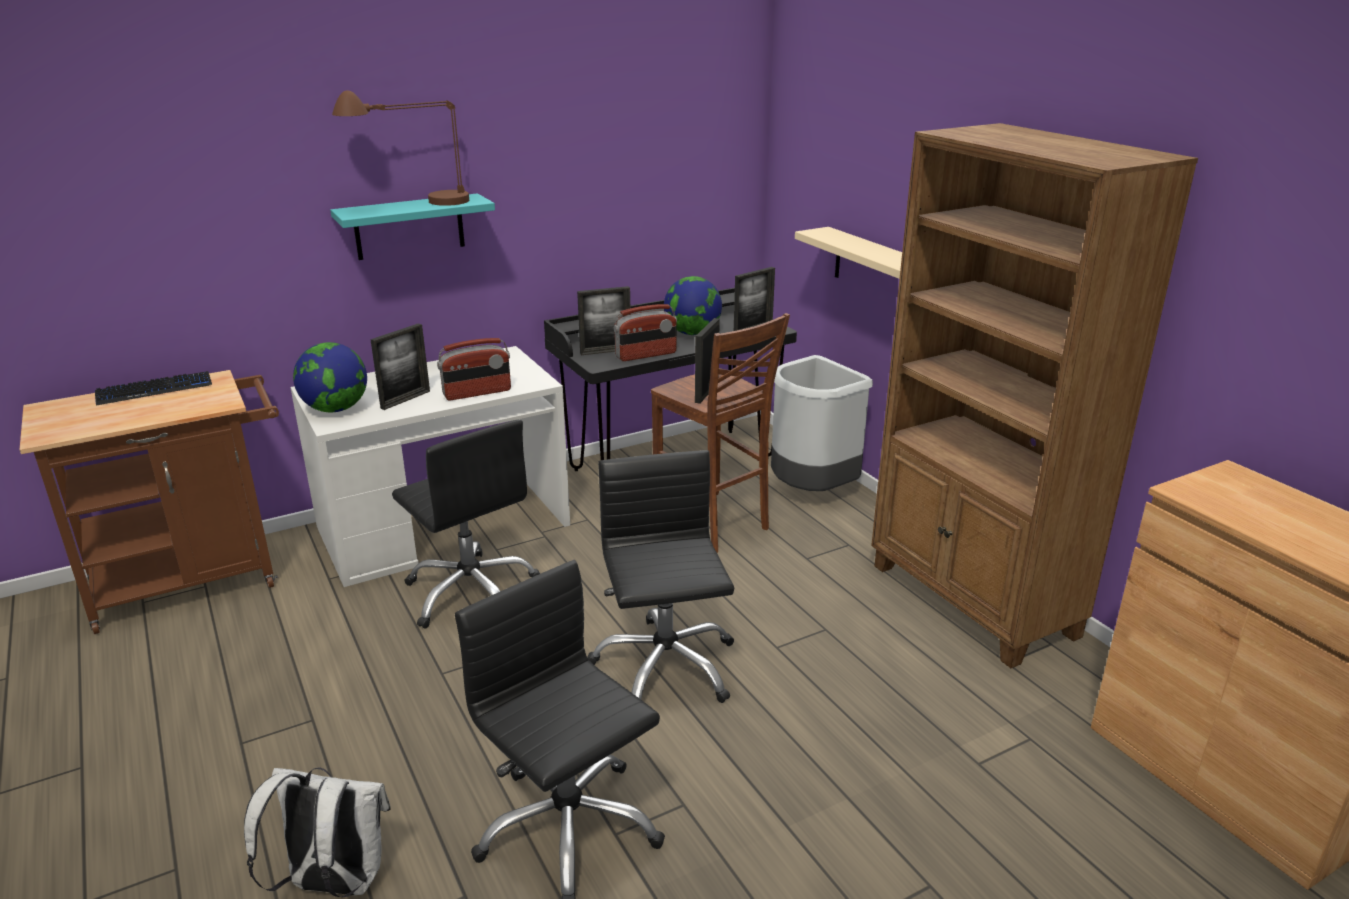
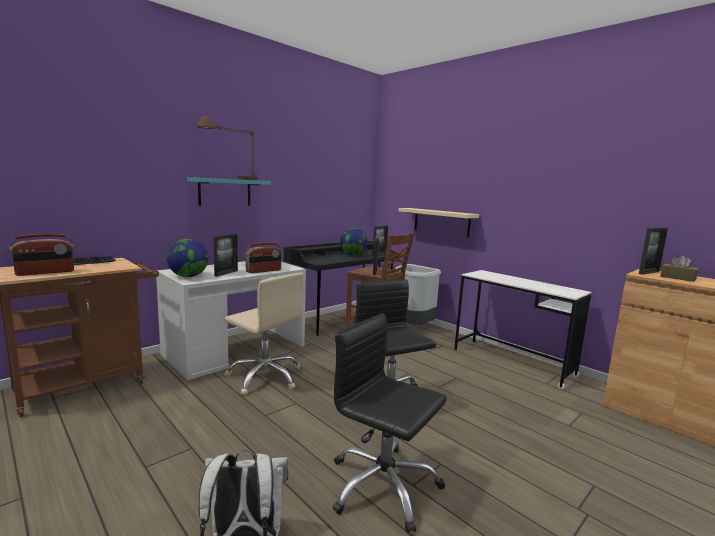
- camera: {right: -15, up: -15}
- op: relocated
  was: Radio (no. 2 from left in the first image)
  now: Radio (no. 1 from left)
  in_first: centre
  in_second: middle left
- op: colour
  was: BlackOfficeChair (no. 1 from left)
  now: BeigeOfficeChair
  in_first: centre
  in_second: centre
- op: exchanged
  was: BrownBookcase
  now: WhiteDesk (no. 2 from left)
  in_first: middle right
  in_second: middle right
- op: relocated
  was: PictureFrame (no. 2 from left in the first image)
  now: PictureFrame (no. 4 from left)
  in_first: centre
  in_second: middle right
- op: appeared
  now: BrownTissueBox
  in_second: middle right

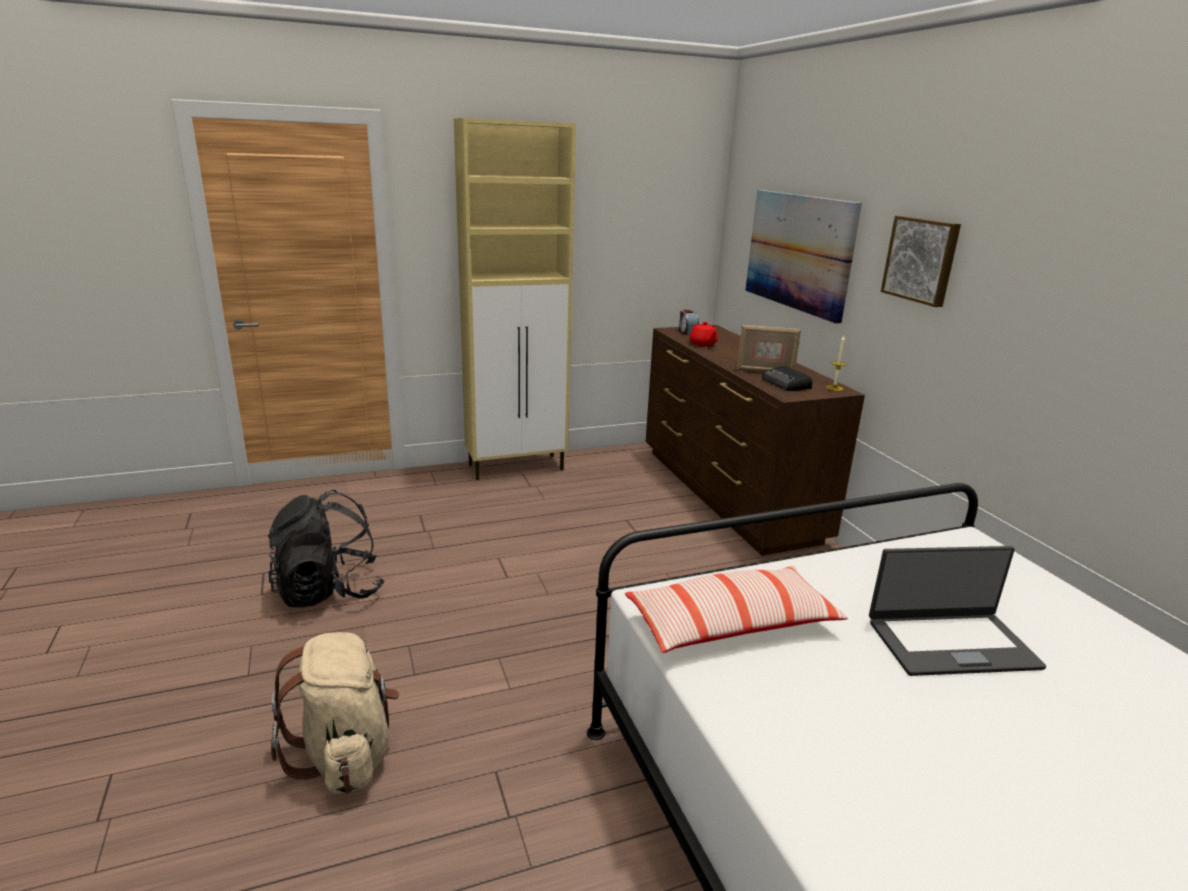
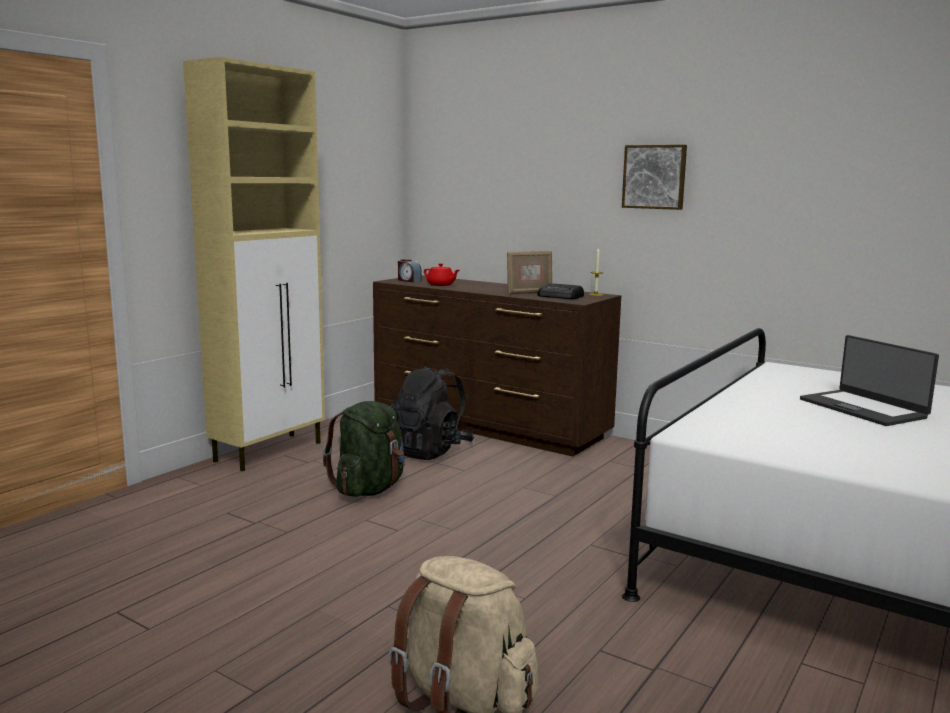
- camera: {right: -35, up: -10}
- op: appeared
  now: GreenBackpack
  in_second: centre
- op: relocated
  was: BlackBackpack
  in_first: middle left
  in_second: centre
- op: spun
  was: Laptop
  in_first: bottom right
  in_second: middle right
  clockwise: 105
- op: missing
  was: Pillow
  in_first: bottom centre
- op: missing
  was: Picture (no. 1 from left)
  in_first: top right

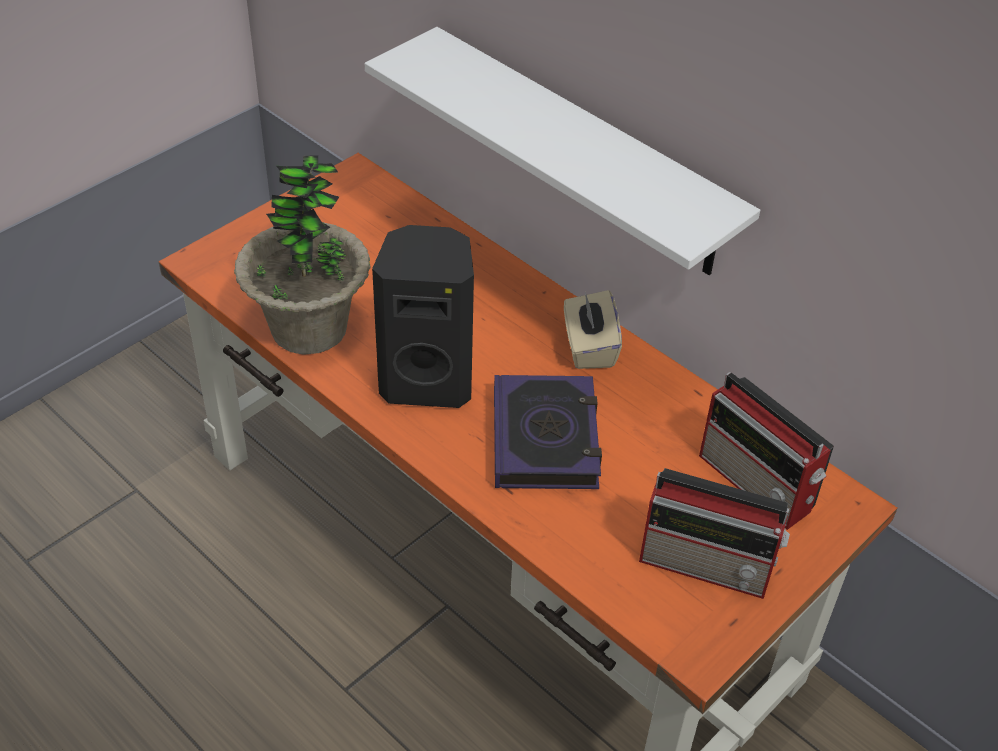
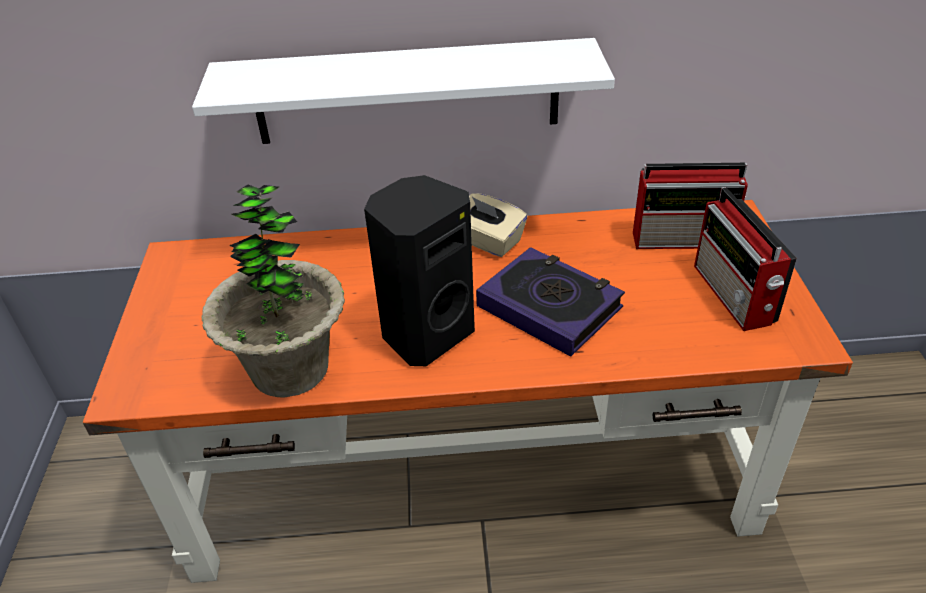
- camera: {right: -45, up: -5}
- op: spun
  was: Radio (no. 1 from left in the first image)
  in_first: bottom right
  in_second: middle right
  clockwise: 105

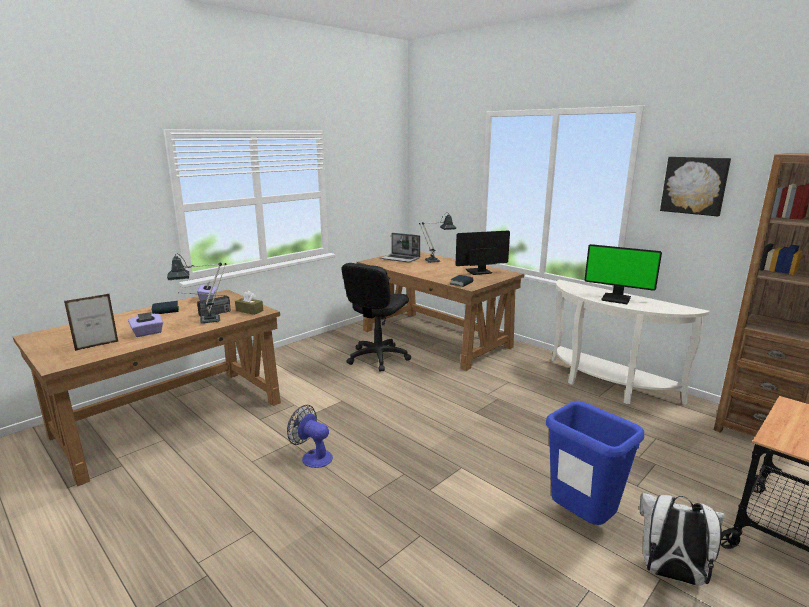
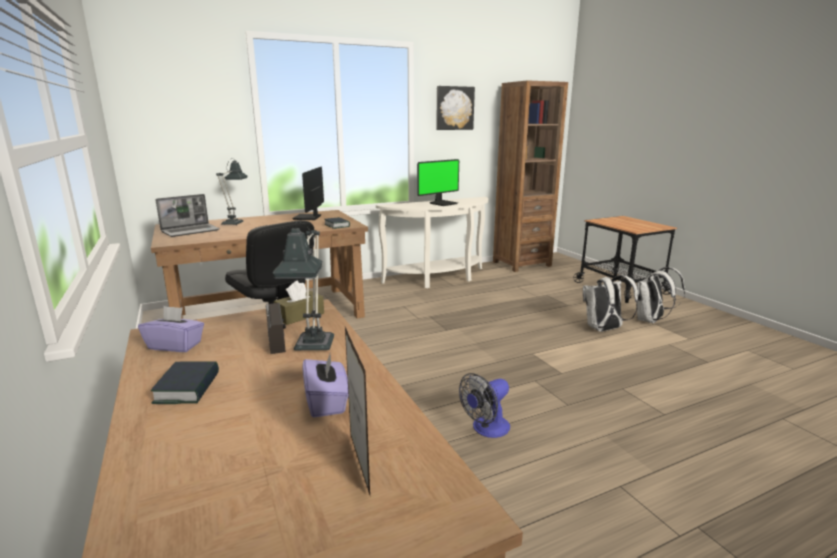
- camera: {right: -70, up: 0}
- op: exchanged
  was: BlueTrashCan
  now: WhiteBackpack (no. 1 from left)
  in_first: bottom right
  in_second: middle right

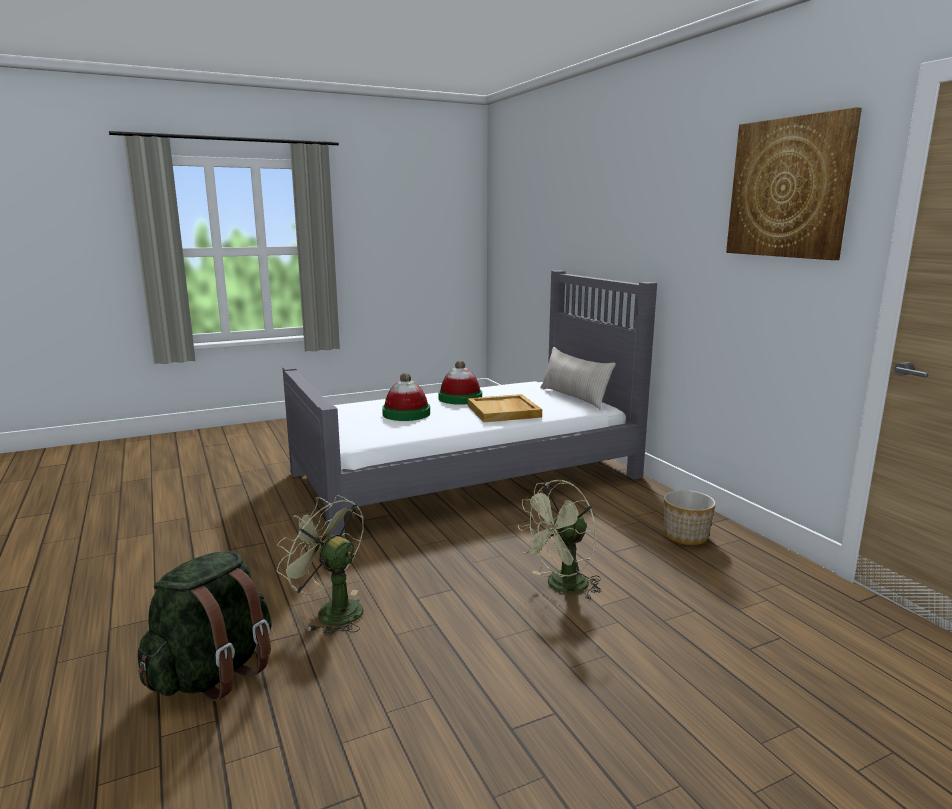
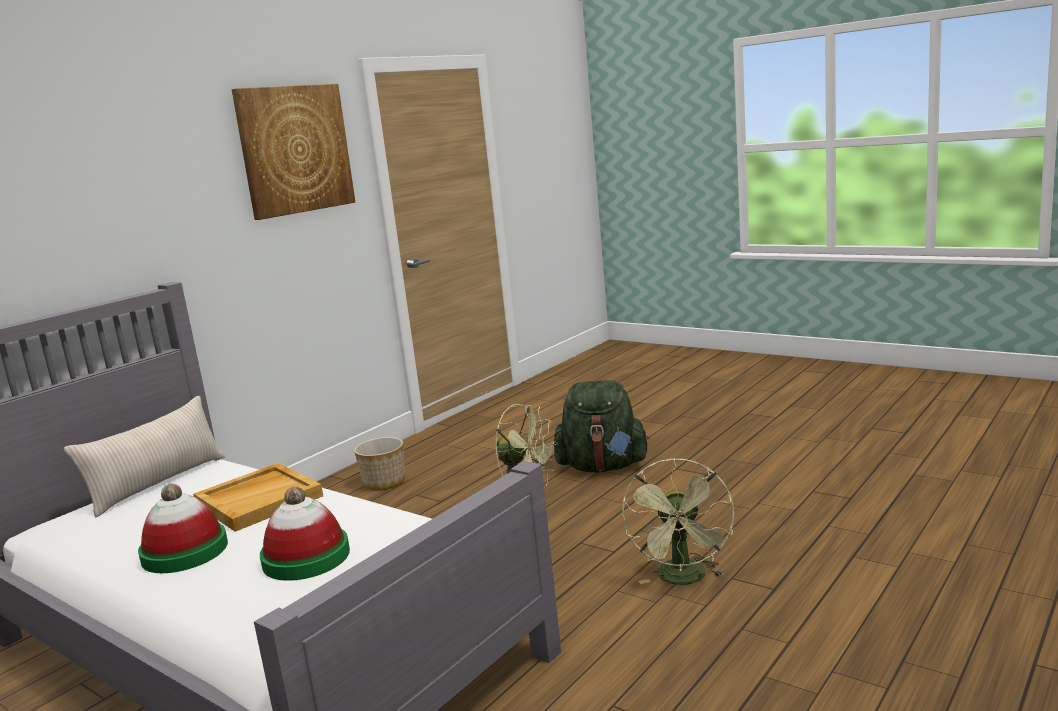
- camera: {right: -115, up: 0}
- op: relocated
  was: GreenBackpack
  in_first: bottom left
  in_second: centre

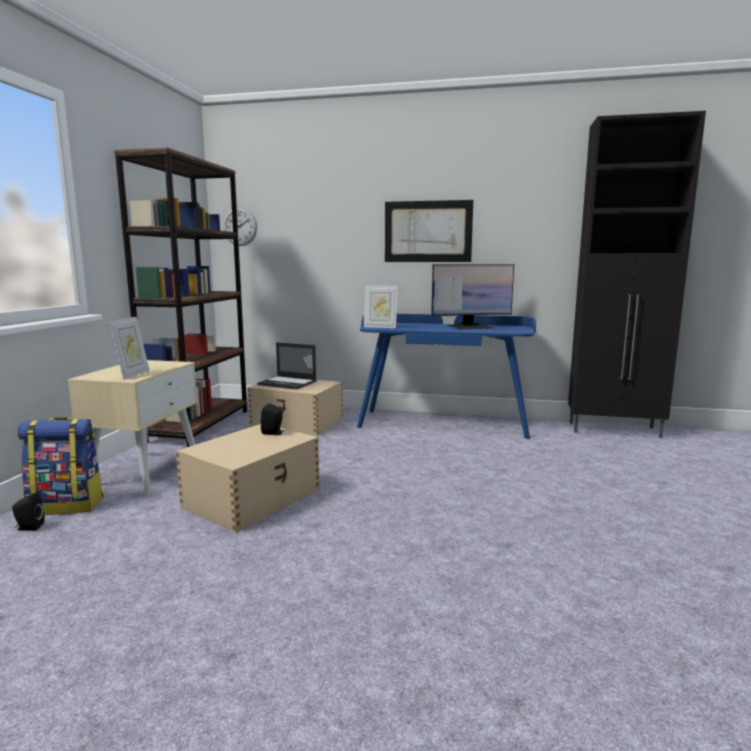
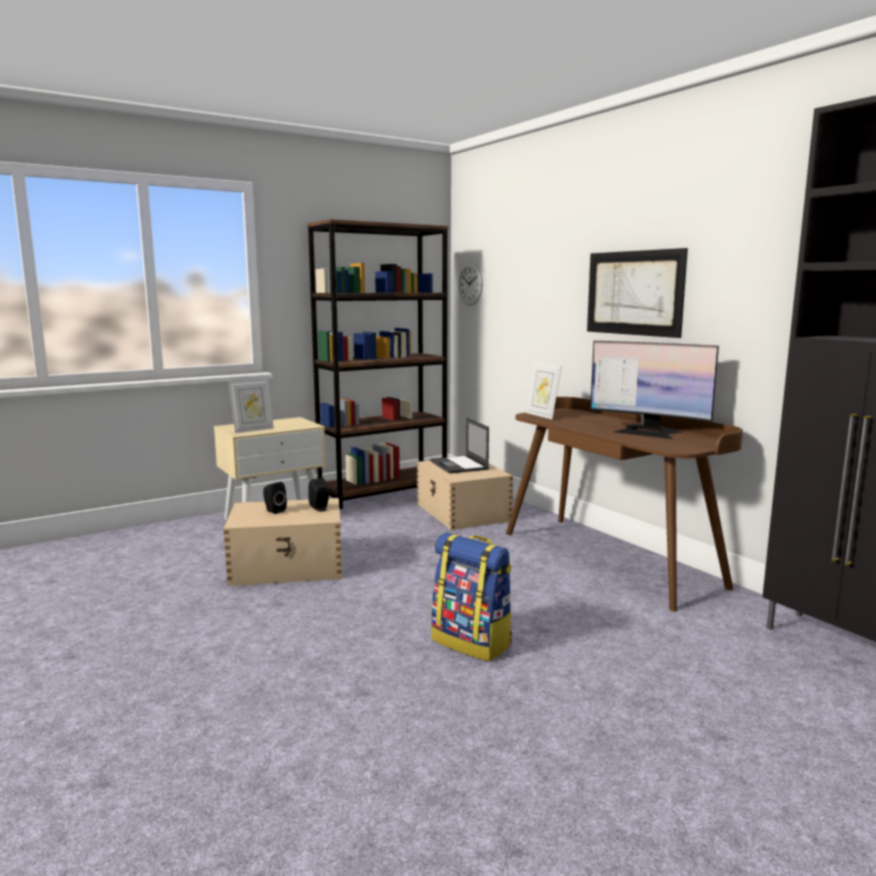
- camera: {right: 45, up: 0}
- op: relocated
  was: BlackSpeaker (no. 1 from left)
  in_first: bottom left
  in_second: middle left
- op: relocated
  was: Backpack
  in_first: middle left
  in_second: bottom centre
- op: colour
  was: BlueDesk
  now: BrownDesk
  in_first: centre
  in_second: middle right

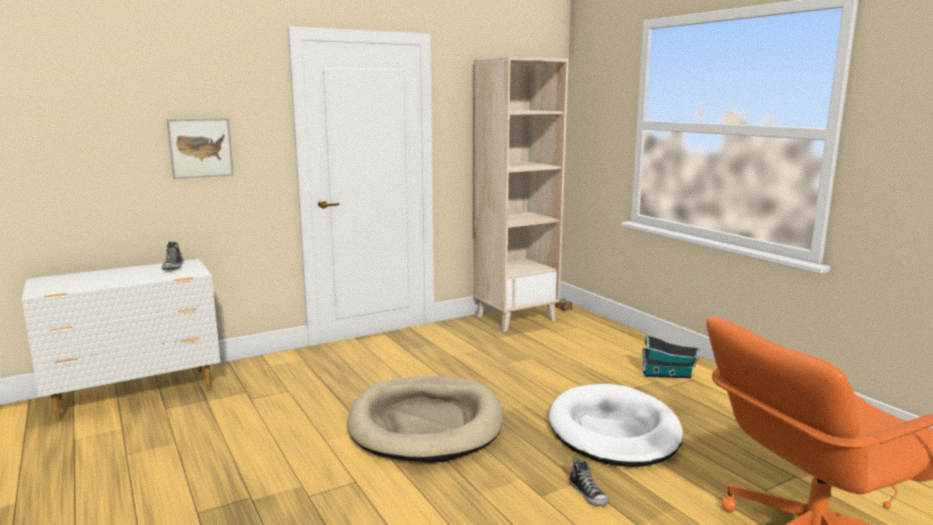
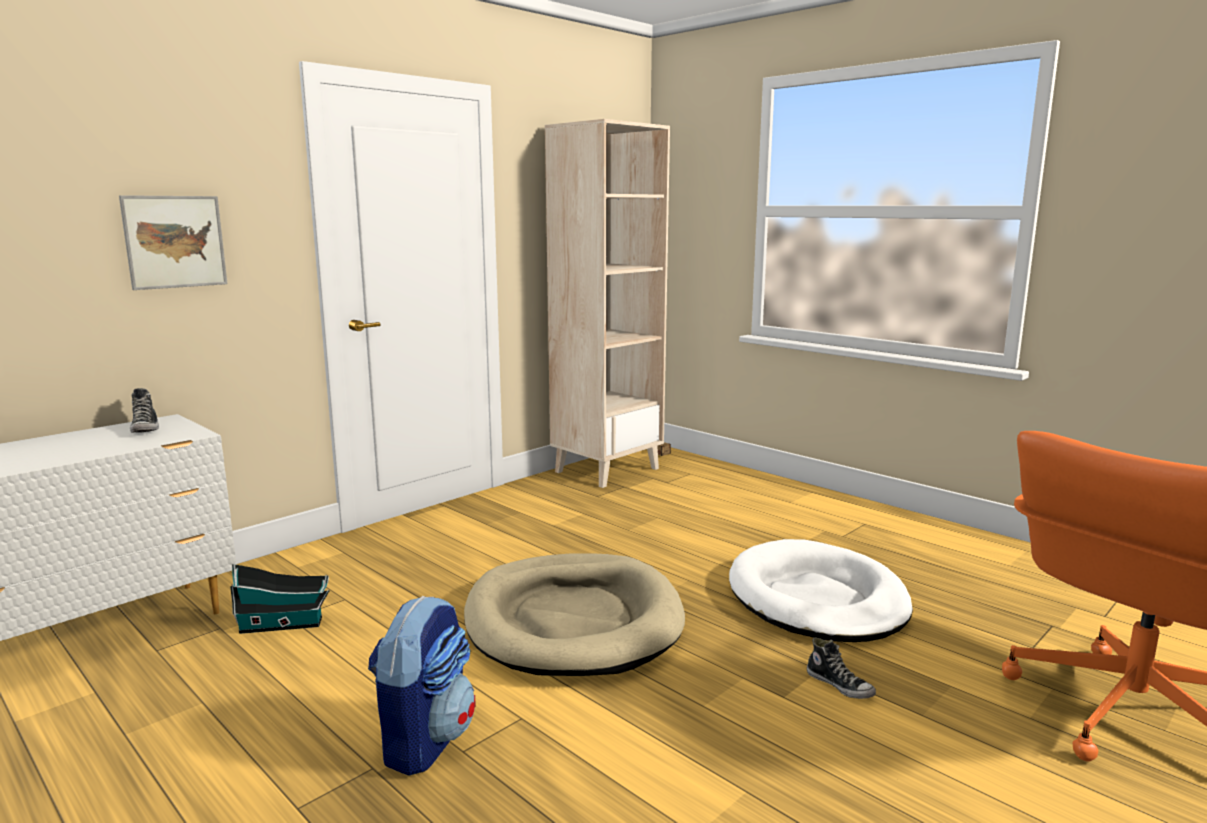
- camera: {right: -15, up: 0}
- op: relocated
  was: ToyHouse
  in_first: bottom right
  in_second: bottom left
- op: appeared
  now: Backpack
  in_second: bottom centre

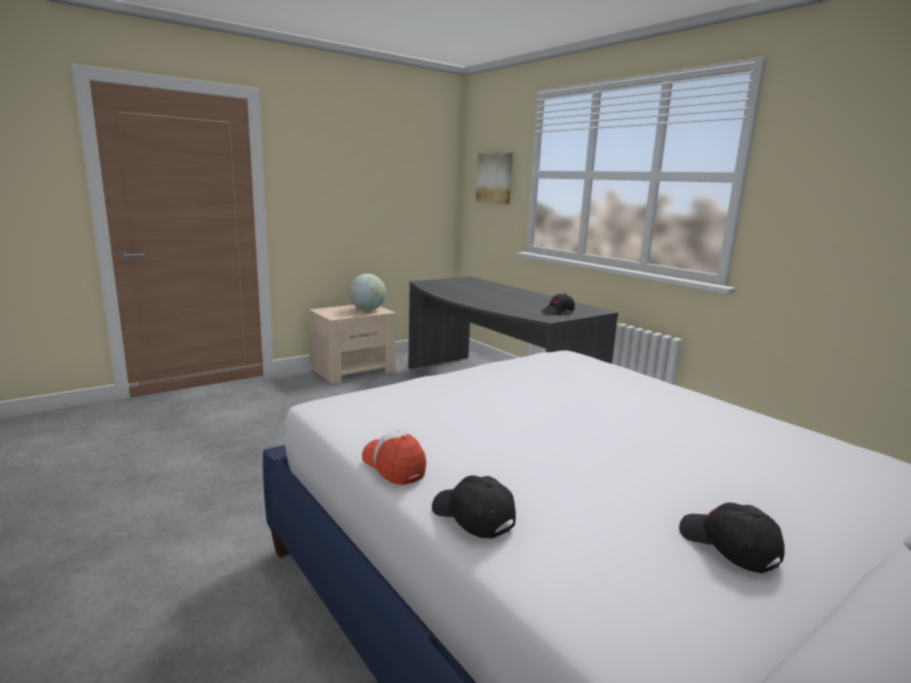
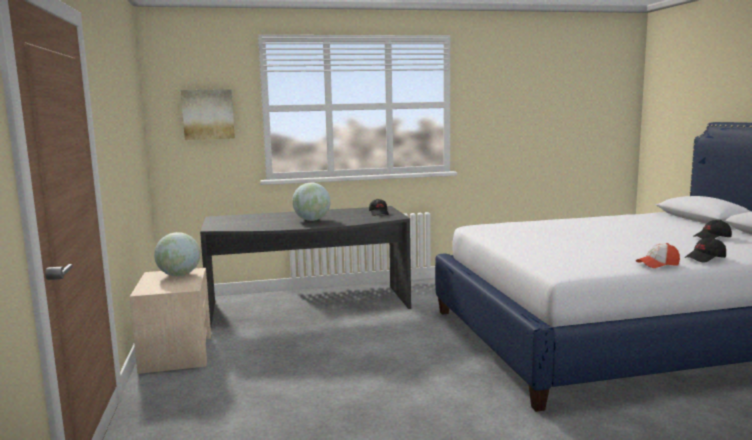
- camera: {right: -65, up: -5}
- op: appeared
  now: Globe (no. 2 from left)
  in_second: centre

